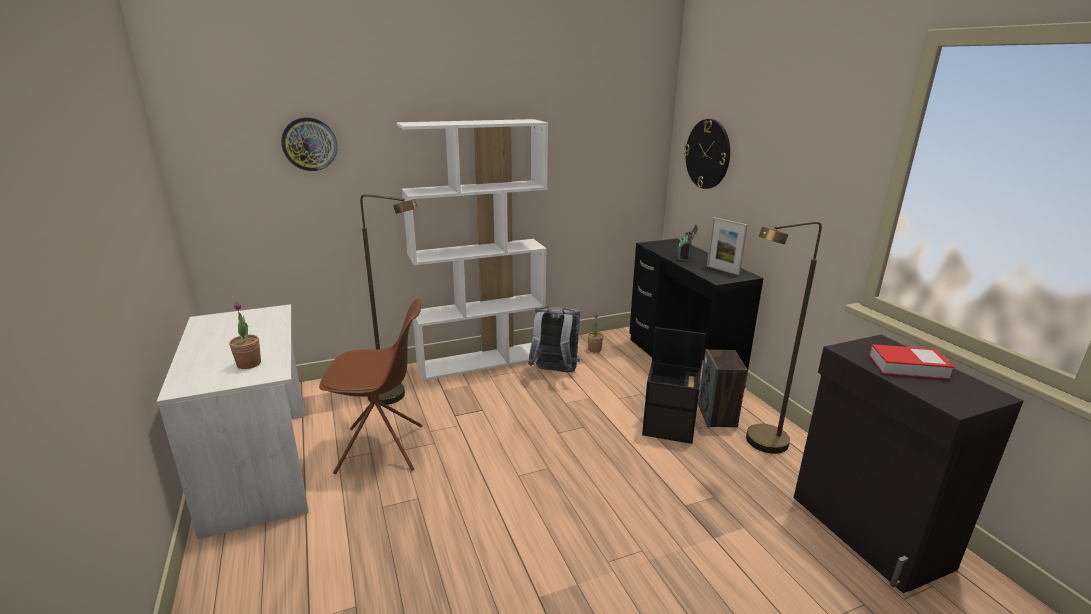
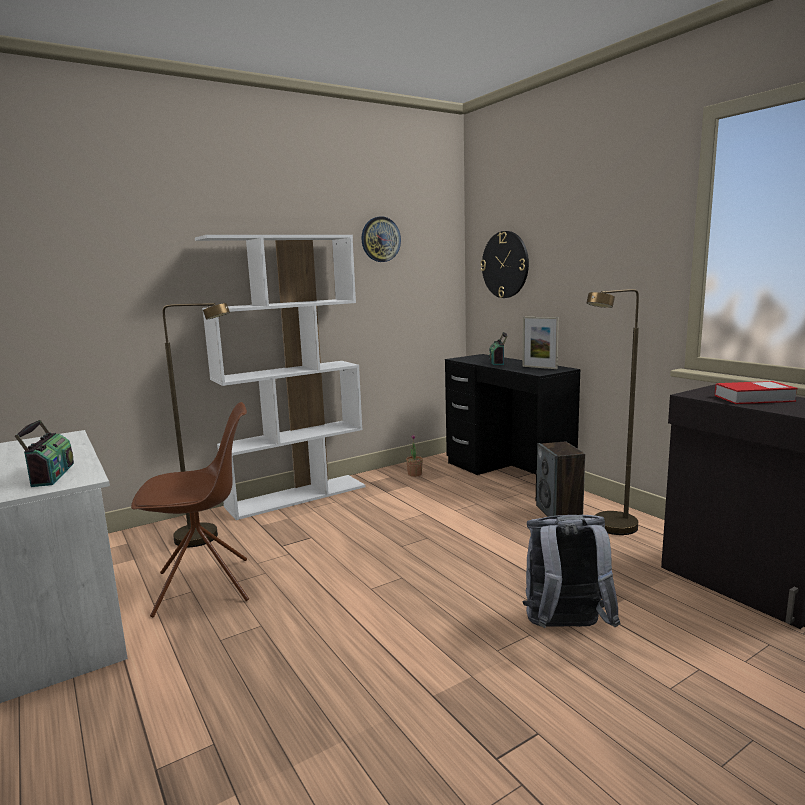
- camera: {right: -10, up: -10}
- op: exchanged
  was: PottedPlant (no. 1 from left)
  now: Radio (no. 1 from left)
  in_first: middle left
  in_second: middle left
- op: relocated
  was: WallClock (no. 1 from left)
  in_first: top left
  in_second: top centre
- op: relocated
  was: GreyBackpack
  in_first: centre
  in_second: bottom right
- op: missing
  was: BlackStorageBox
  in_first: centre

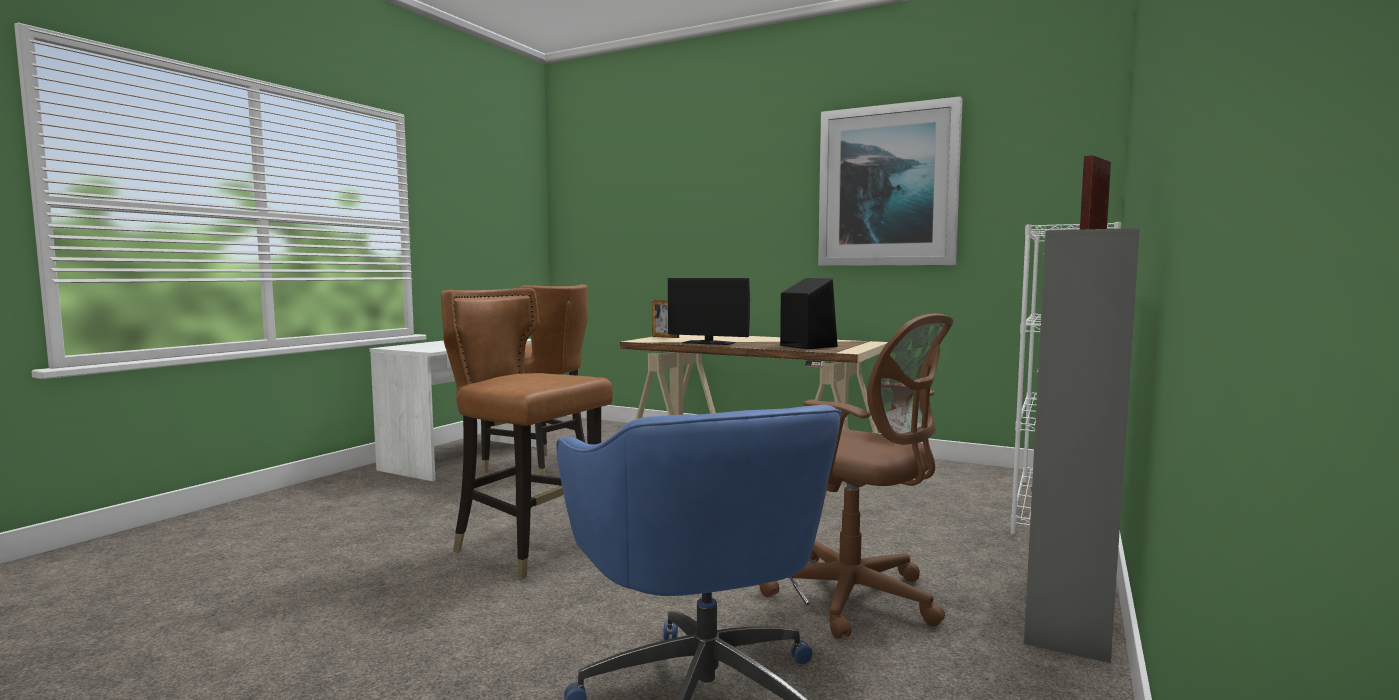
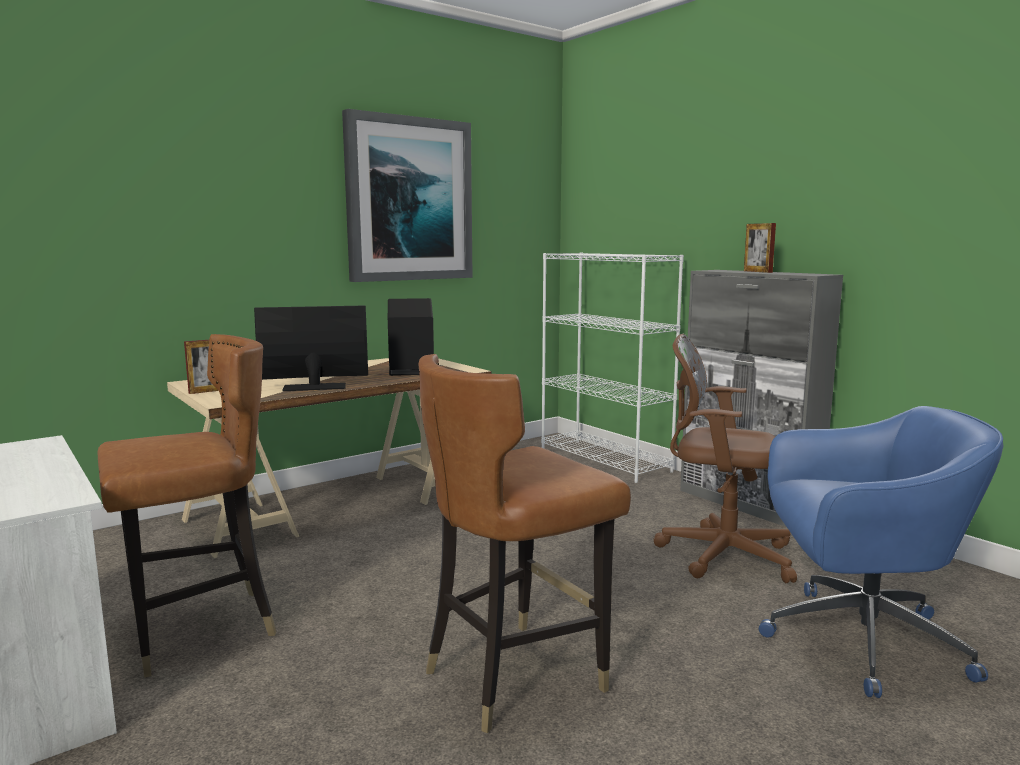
- camera: {right: -65, up: 5}
- op: spun
  was: Monitor
  in_first: centre
  in_second: middle left
  clockwise: -150
- op: spun
  was: BrownOfficeChair
  in_first: bottom centre
  in_second: middle right
  clockwise: -135

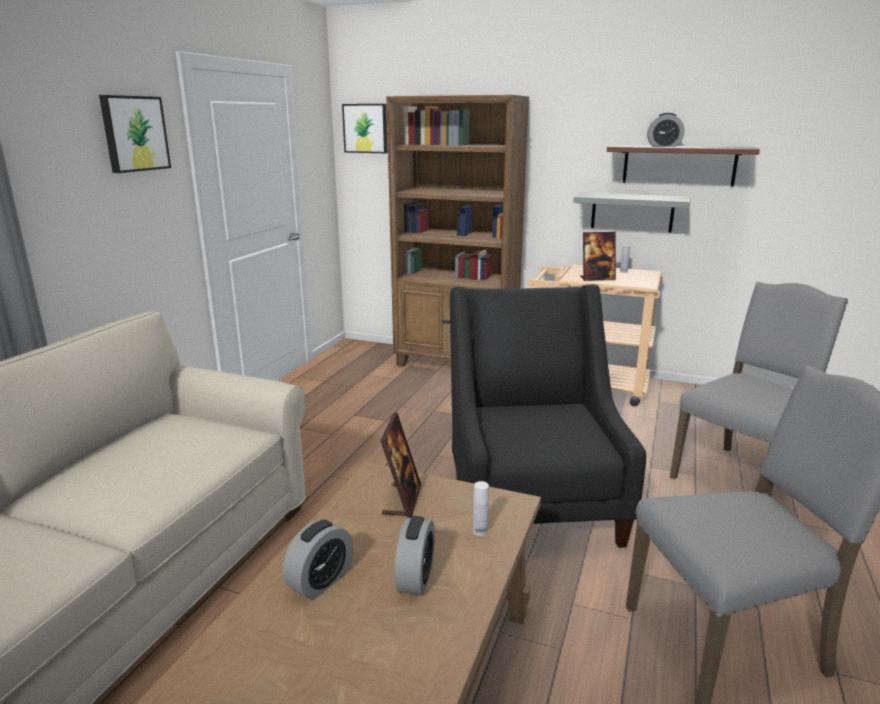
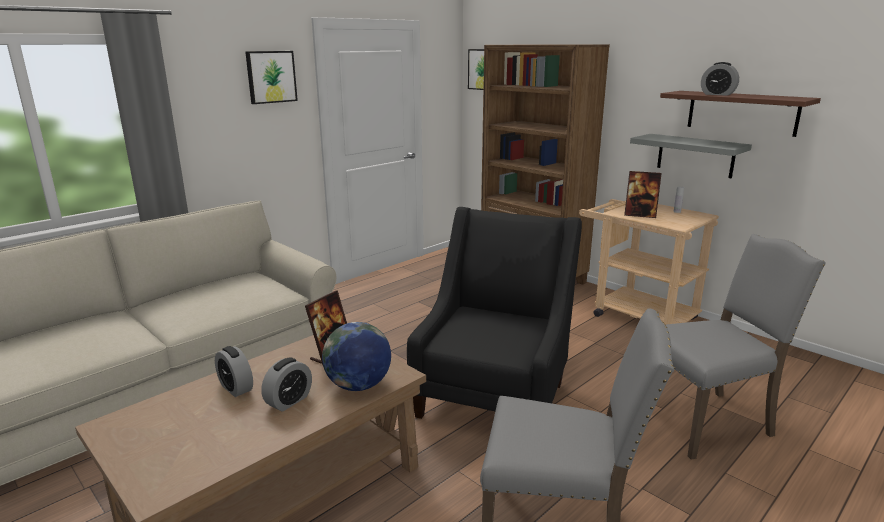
- camera: {right: 25, up: 0}
- op: spun
  was: AlarmClock (no. 1 from left)
  in_first: bottom centre
  in_second: bottom left
  clockwise: 75
- op: exchanged
  was: WhiteBottle (no. 1 from left)
  now: Globe
  in_first: bottom centre
  in_second: bottom centre

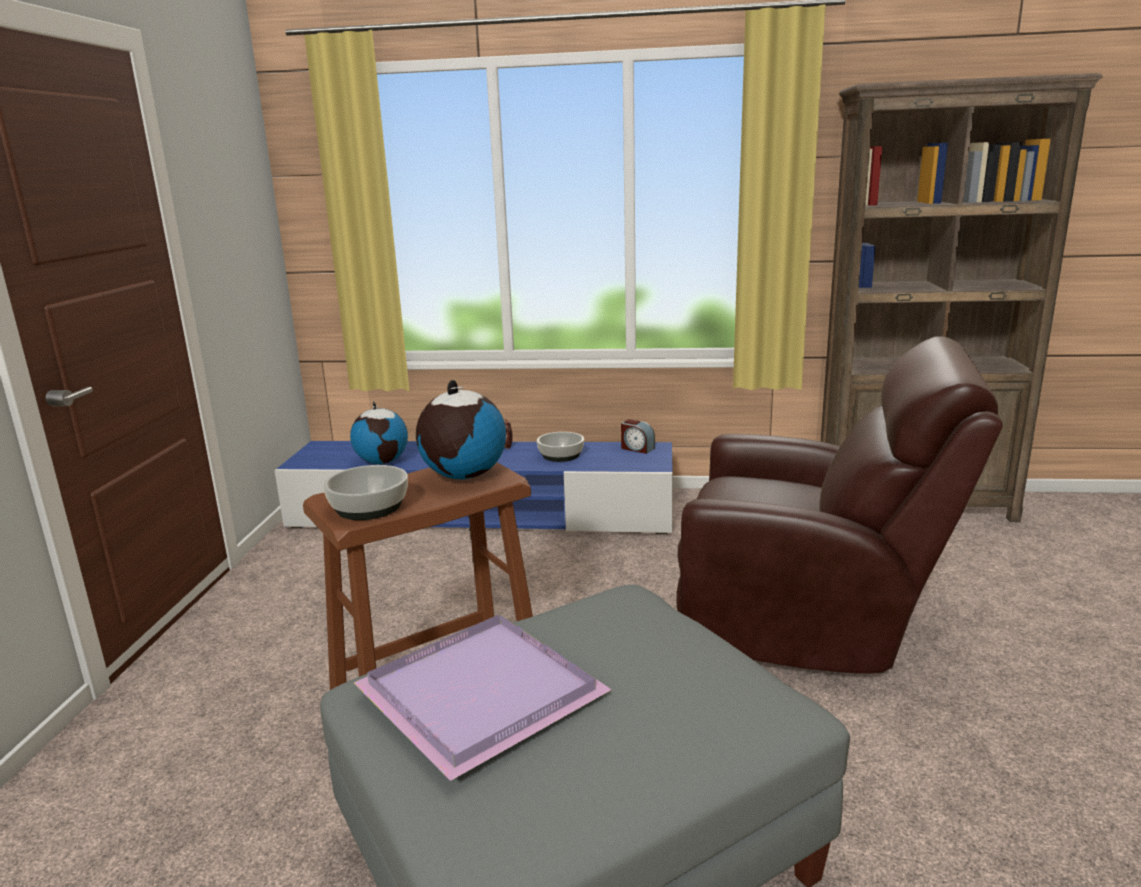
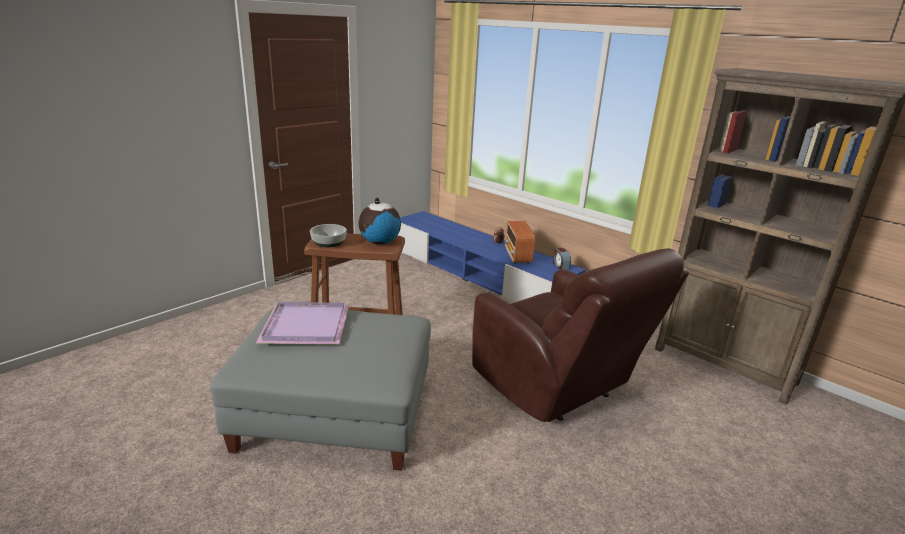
- camera: {right: 35, up: 5}
- op: exchanged
  was: Bowl (no. 2 from left)
  now: Radio
  in_first: centre
  in_second: centre
- op: missing
  was: Globe (no. 1 from left)
  in_first: middle left

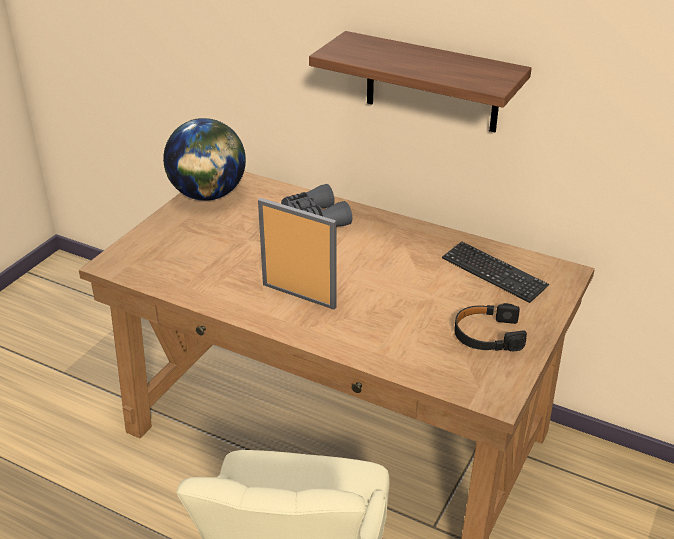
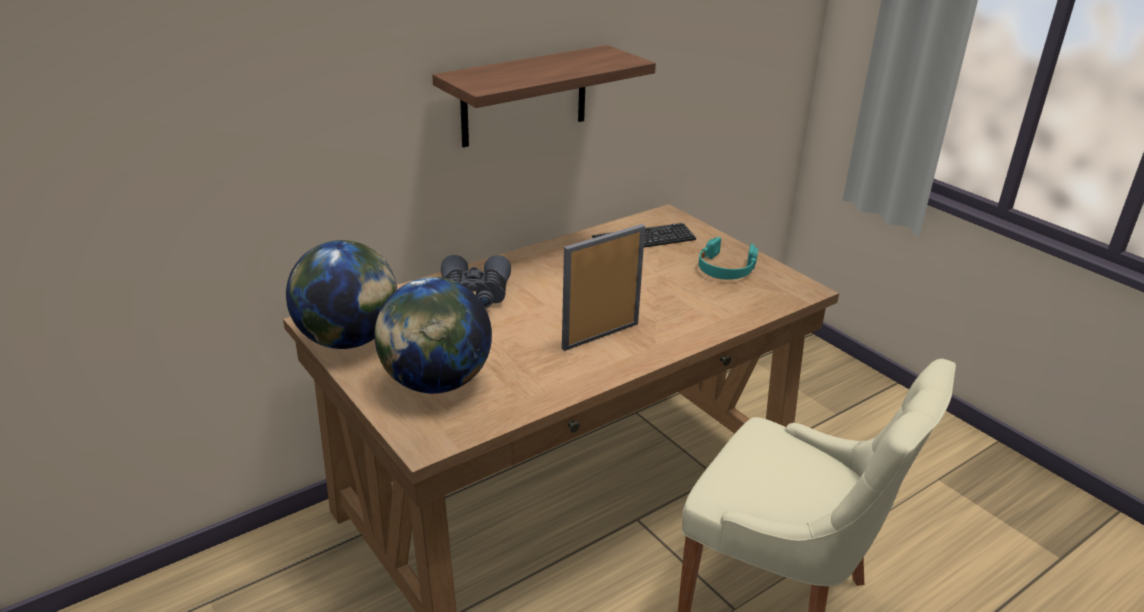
- camera: {right: -65, up: -5}
- op: appeared
  now: Globe (no. 2 from left)
  in_second: centre
- op: colour
  was: BlackHeadphones
  now: TurquoiseHeadphones
  in_first: middle right
  in_second: centre

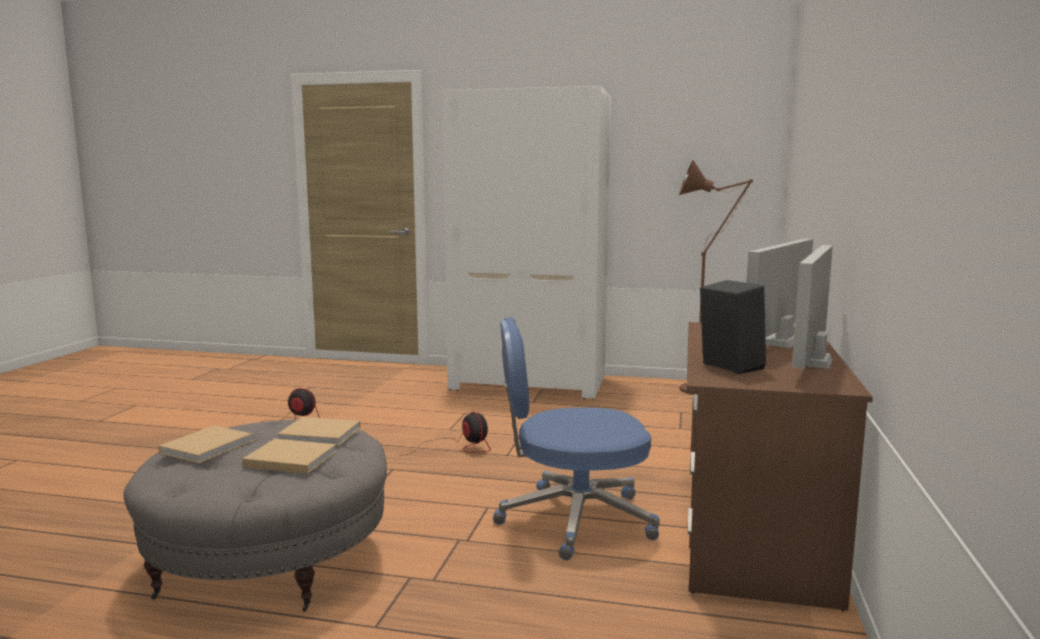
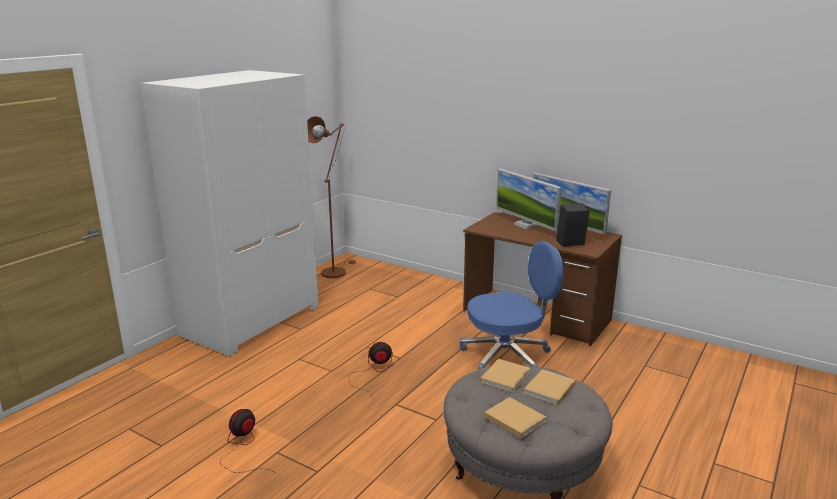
- camera: {right: -70, up: 10}
- op: spun
  was: BlueOfficeChair
  in_first: bottom centre
  in_second: centre
  clockwise: -120

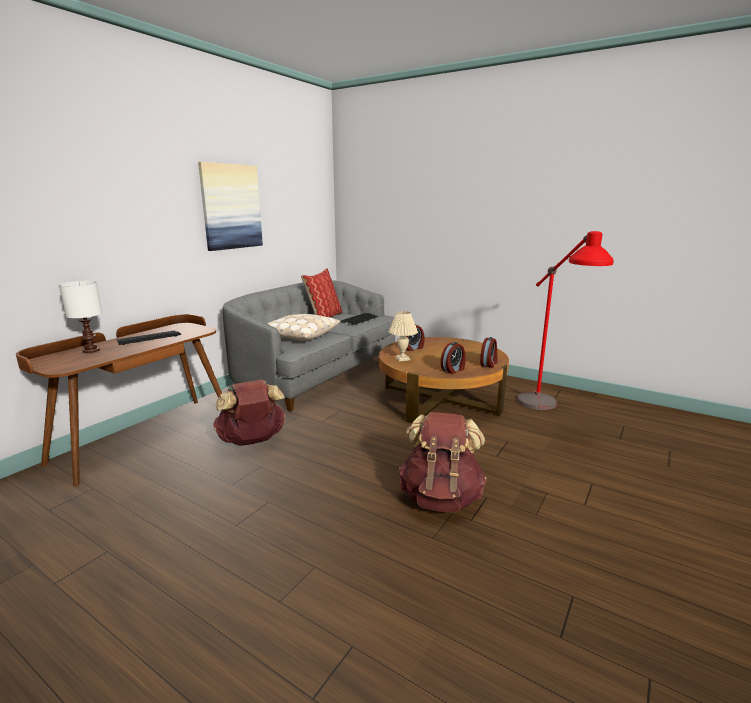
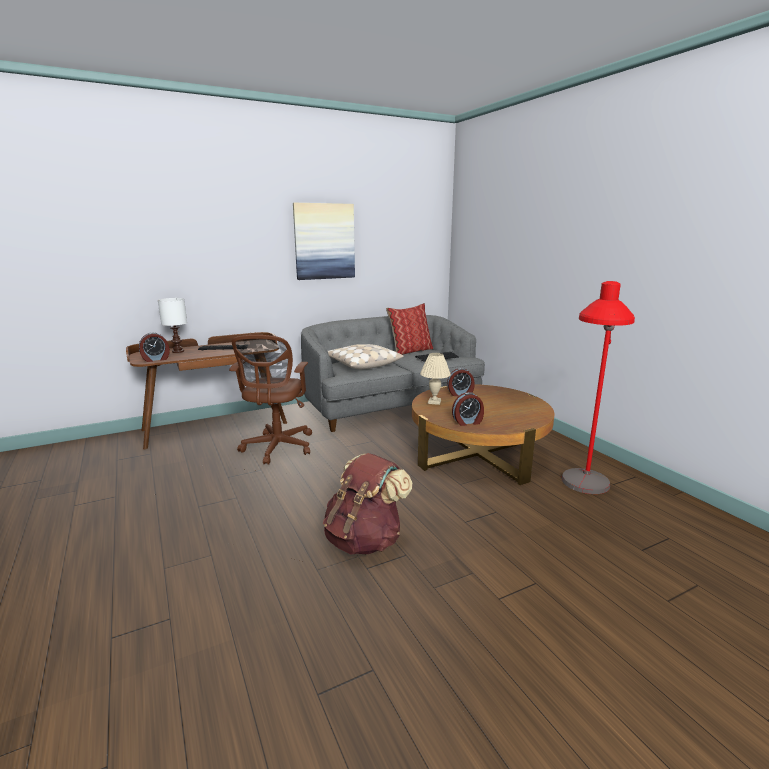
- camera: {right: 30, up: 0}
- op: relocated
  was: AlarmClock (no. 3 from left in the first image)
  now: AlarmClock (no. 1 from left)
  in_first: centre
  in_second: middle left
- op: exchanged
  was: BrownBackpack (no. 1 from left)
  now: BrownOfficeChair
  in_first: middle left
  in_second: centre

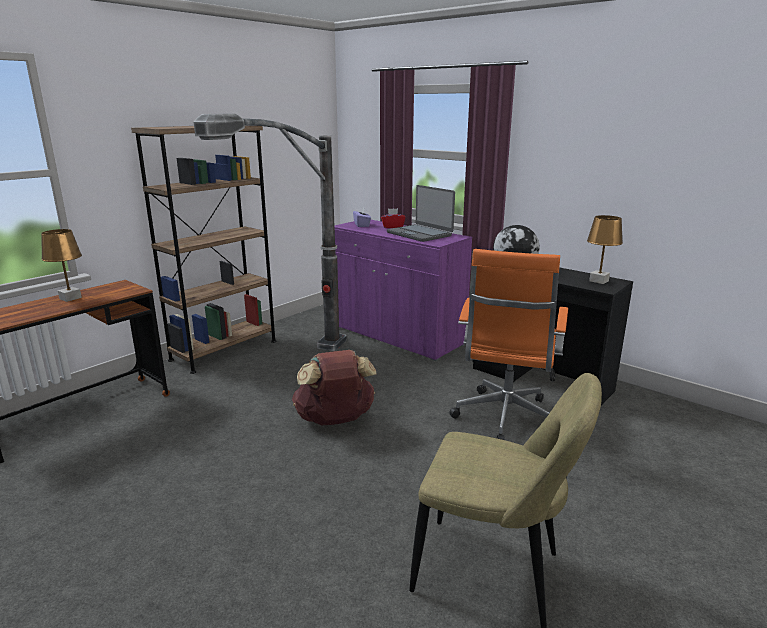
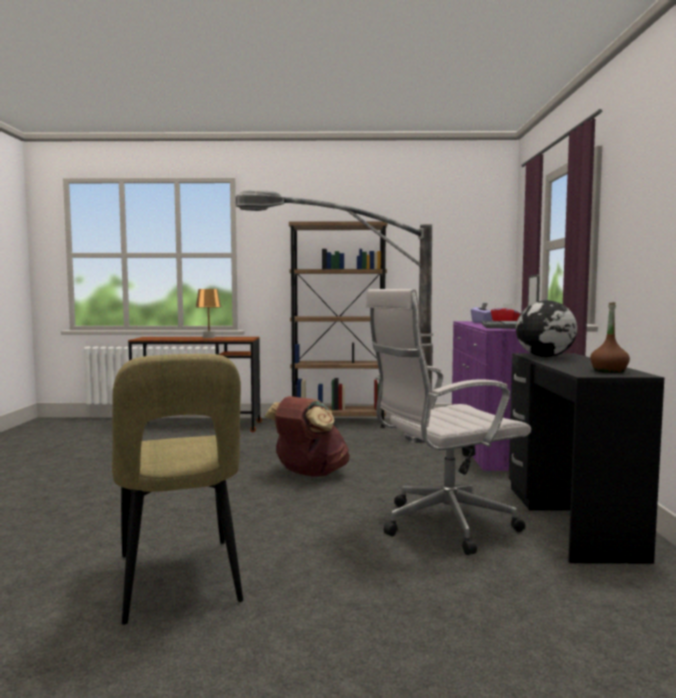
- camera: {right: 50, up: -15}
- op: colour
  was: OrangeOfficeChair
  now: WhiteOfficeChair
  in_first: centre
  in_second: centre
- op: exchanged
  was: BrownTableLamp (no. 2 from left)
  now: BrownBottle
  in_first: middle right
  in_second: middle right

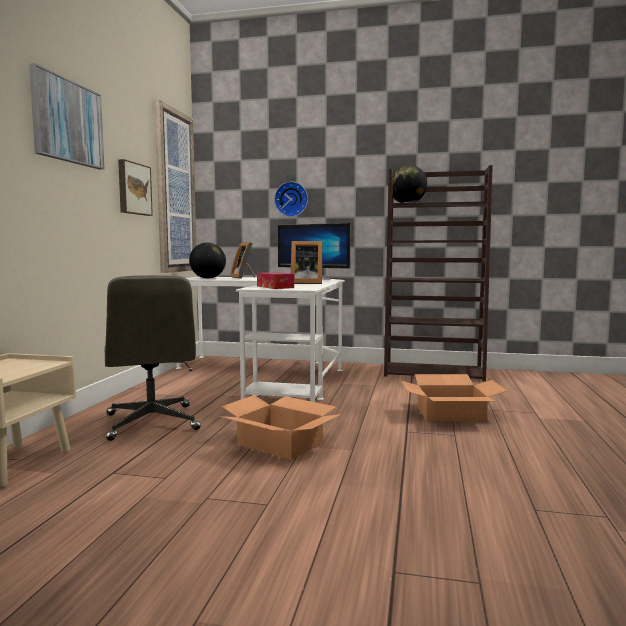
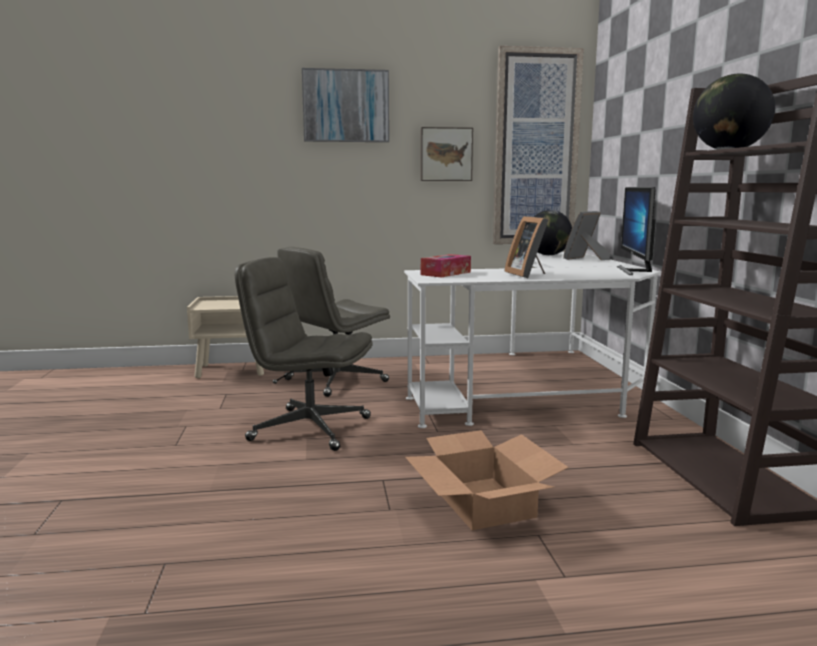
- camera: {right: 70, up: 5}
- op: exchanged
  was: CardboardBox (no. 1 from left)
  now: GreyOfficeChair (no. 1 from left)
  in_first: bottom centre
  in_second: centre
- op: missing
  was: WallClock
  in_first: top centre

